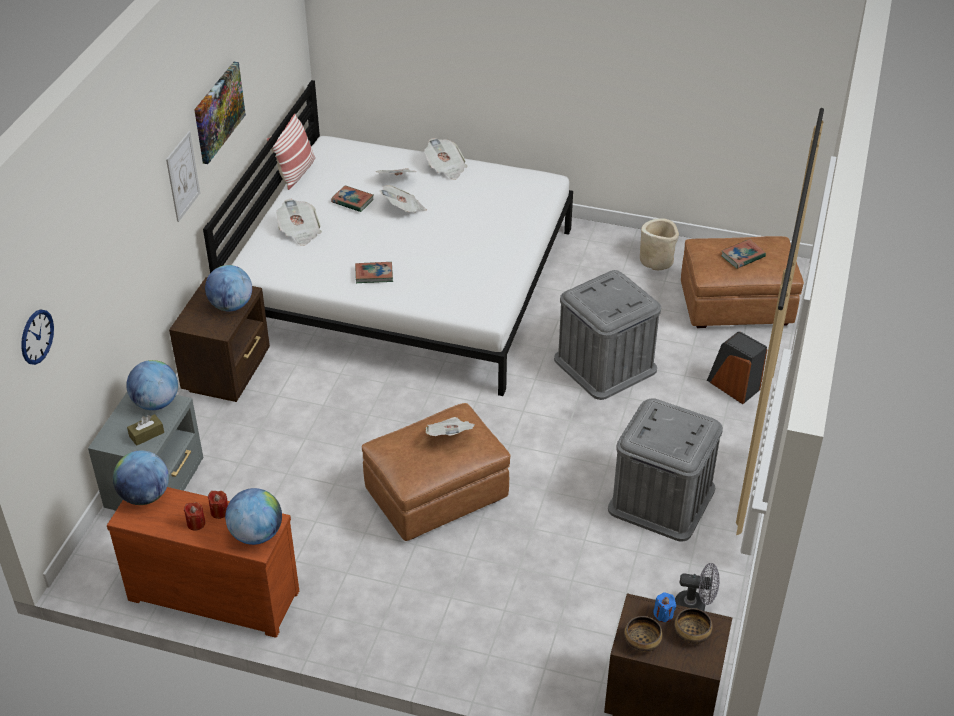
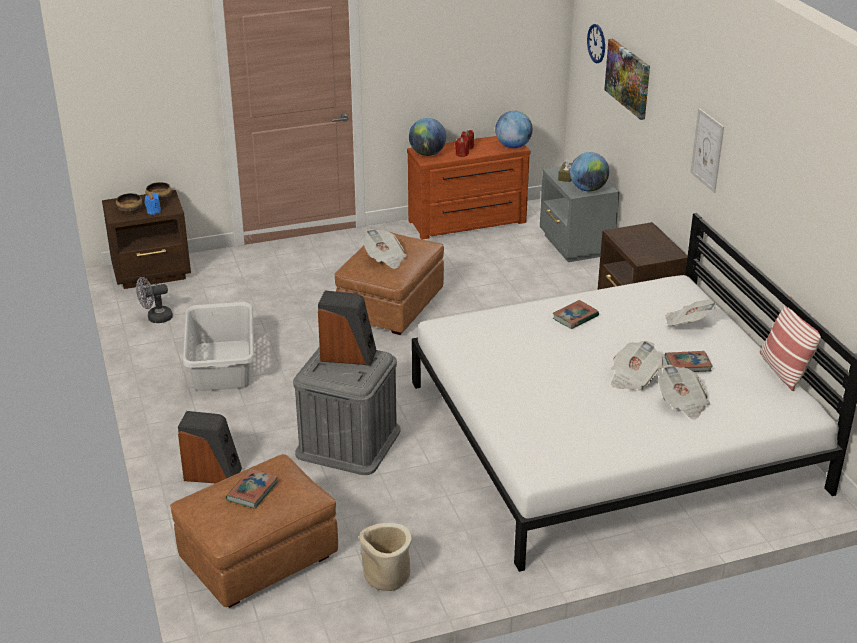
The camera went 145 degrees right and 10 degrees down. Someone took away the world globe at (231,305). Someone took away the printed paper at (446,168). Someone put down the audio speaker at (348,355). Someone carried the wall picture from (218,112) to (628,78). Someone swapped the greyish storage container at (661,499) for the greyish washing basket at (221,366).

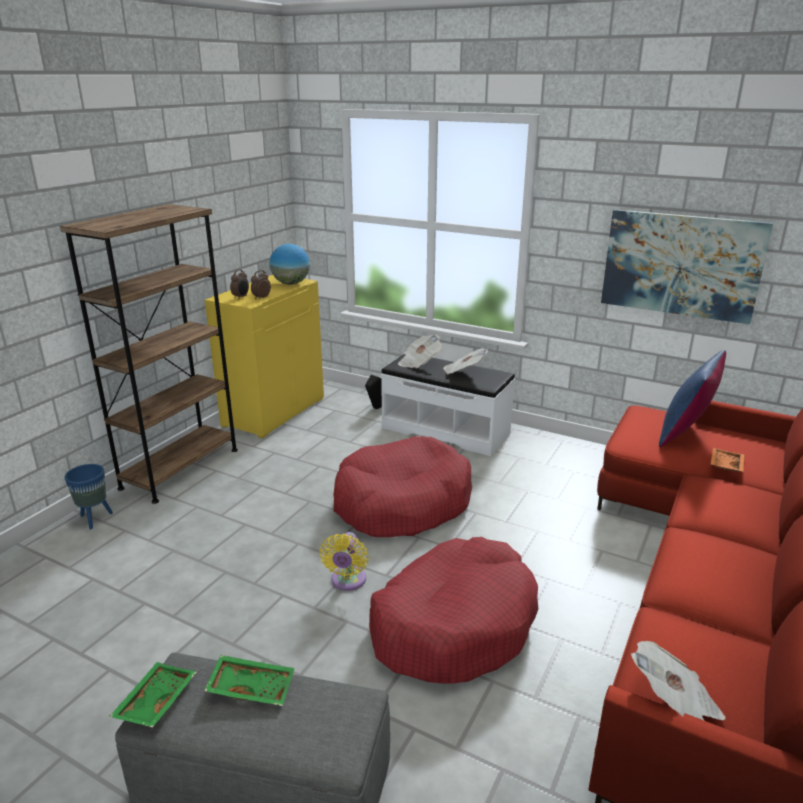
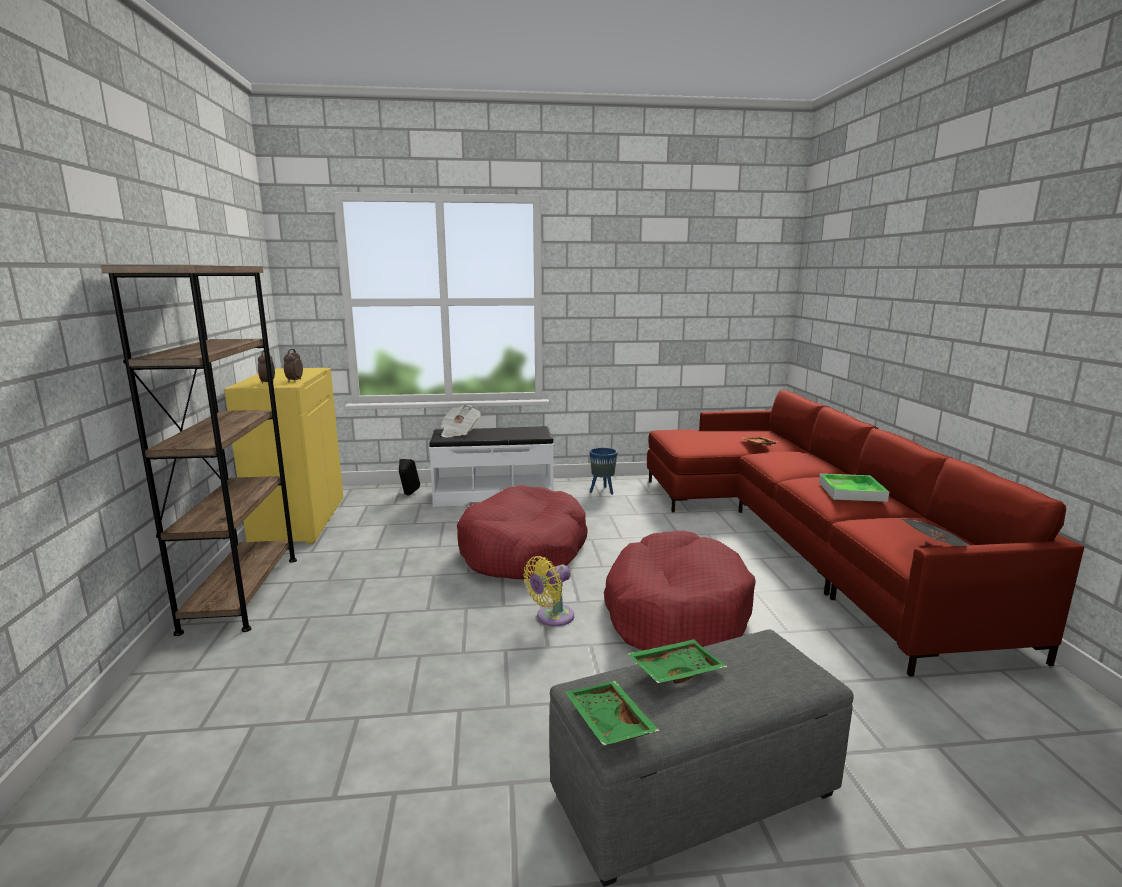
The camera went 35 degrees left and 10 degrees down. Someone took away the world globe at (291,283). Someone took away the printed paper at (463,372). Someone took away the wall picture at (681,265). Someone took away the blue pillow at (685,433). Someone put down the carrying tray at (851,491). Someone carried the blue plant pot from (95,519) to (603,491). Someone rotated the yellow fan at (347,581) by 75 degrees clockwise.

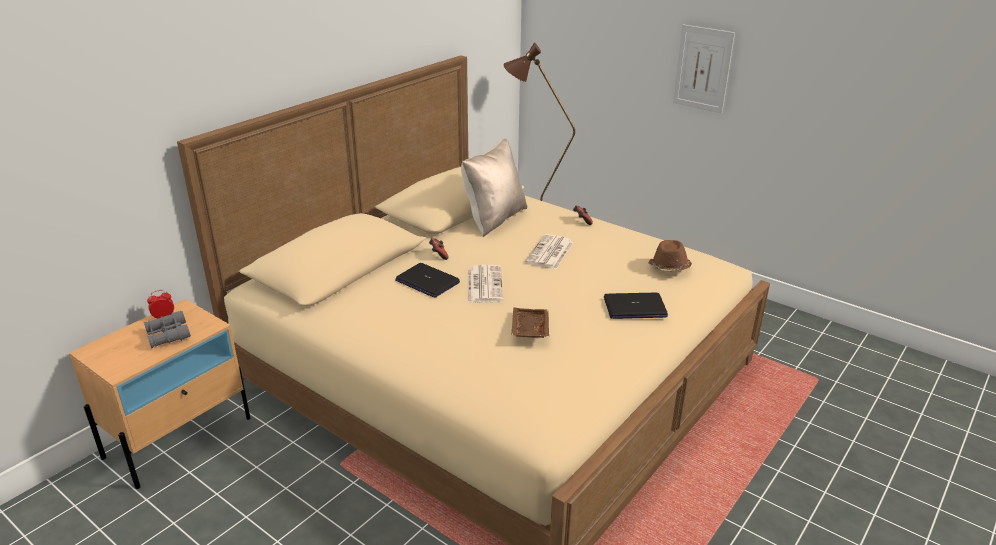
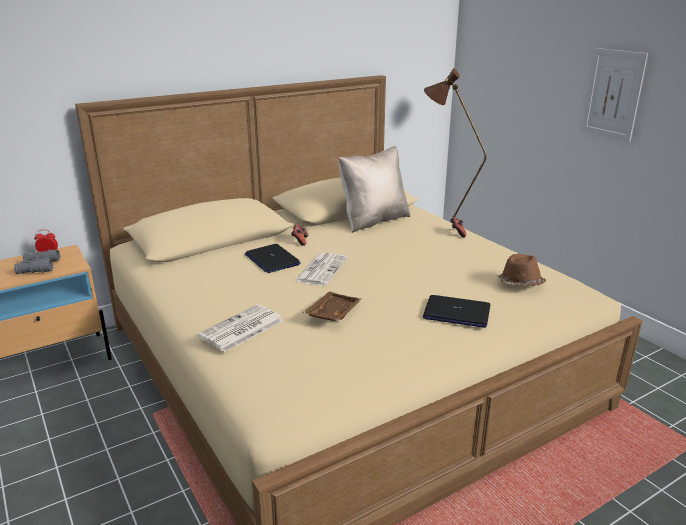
The camera went 20 degrees right and 5 degrees down. Someone carried the printed paper from (550,253) to (241,329).

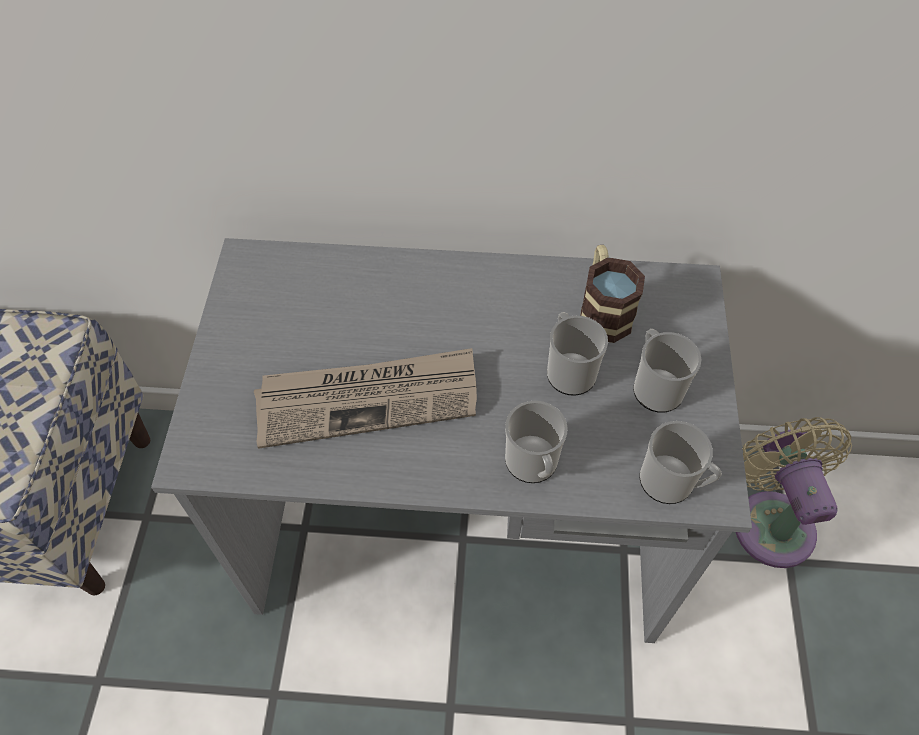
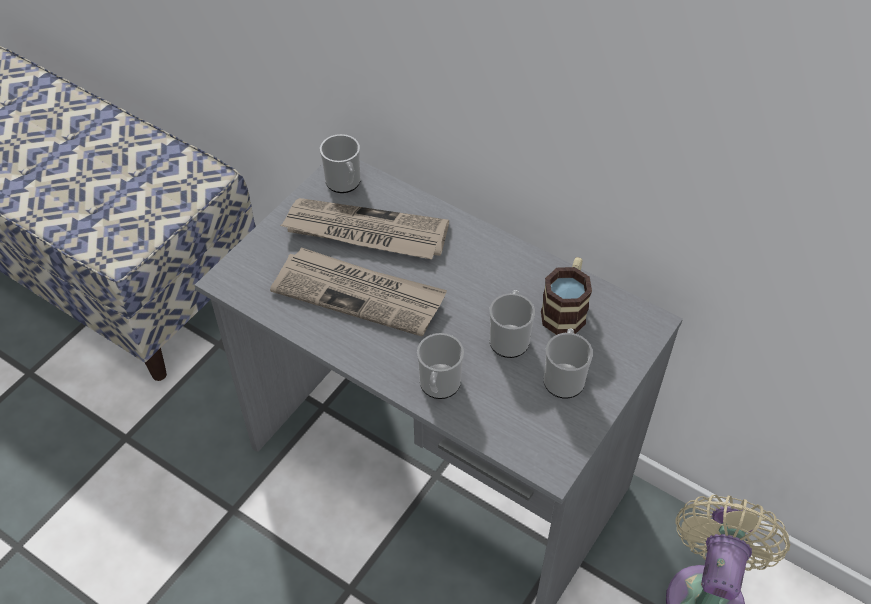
The camera went 30 degrees right and 5 degrees down. Someone put down the printed paper at (365,232). Someone carried the mug from (672,483) to (344,183).

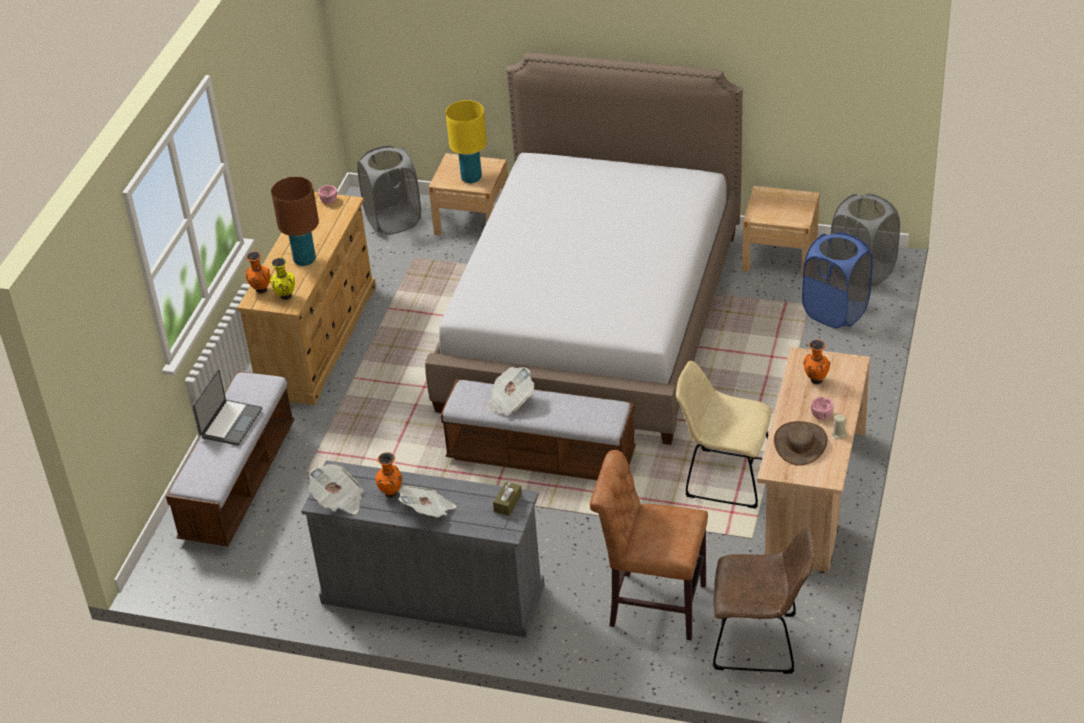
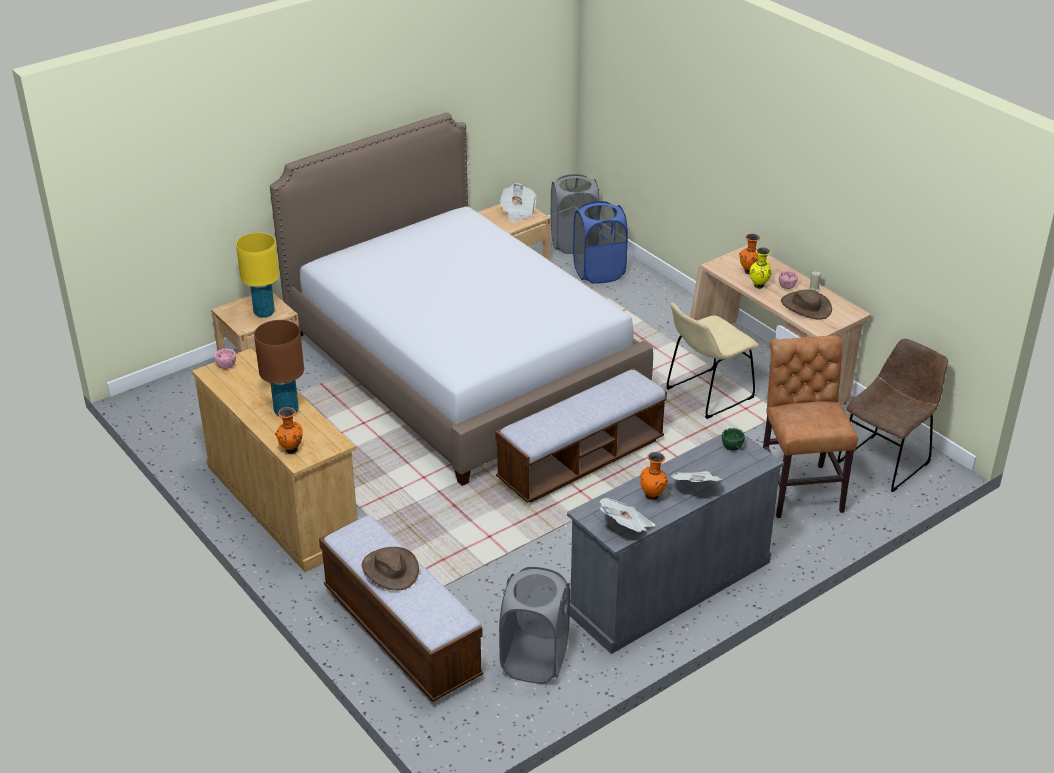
The camera went 55 degrees left and 5 degrees down. Someone carried the yellow flower vase from (285,297) to (759,286). Someone carried the greyish washing basket from (393,220) to (534,660). Someone carried the printed paper from (510,401) to (518,212). Someone swapped the portable computer at (230,423) for the brownish clothing hat at (390,570). Someone swapped the brownish tissue box at (508,503) for the green-coloured serving bowl at (731,446). Someone rotated the brownish upright chair at (652,604) by 120 degrees clockwise.

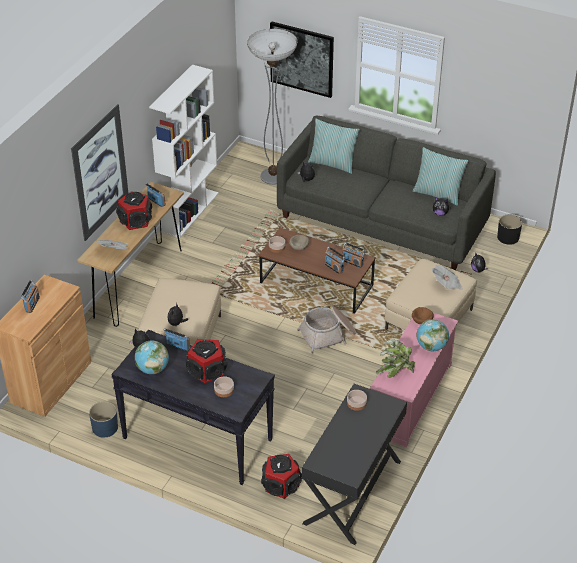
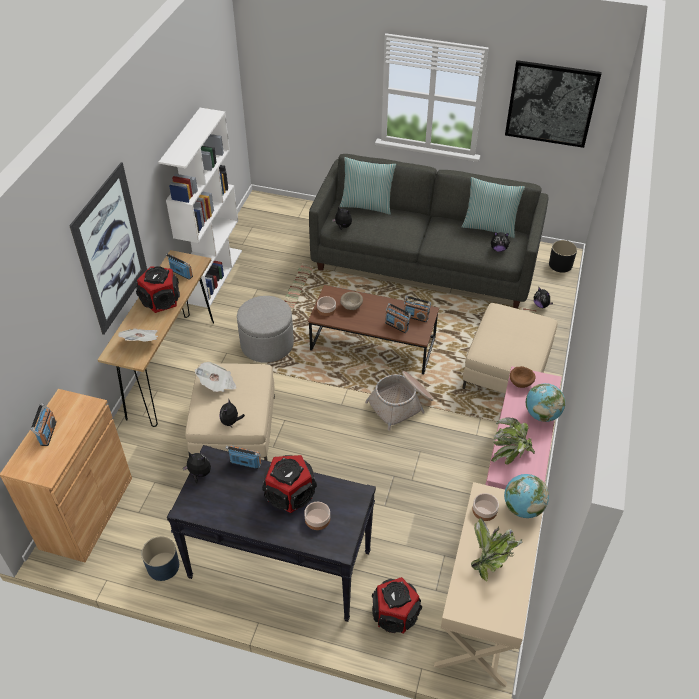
The camera went 10 degrees left and 5 degrees up. Someone took away the standing lamp at (273,176). Someone put down the greyish ottoman at (267,344). Someone put down the plant in a pot at (491,559). Someone carried the world globe from (152,369) to (522,508). Someone carried the wall picture from (302,59) to (551,104). Someone carried the printed paper from (447,284) to (217,384). Someone repainted the black-coloured desk unit at (353,492), which became the sand-coloured desk unit at (483,610).

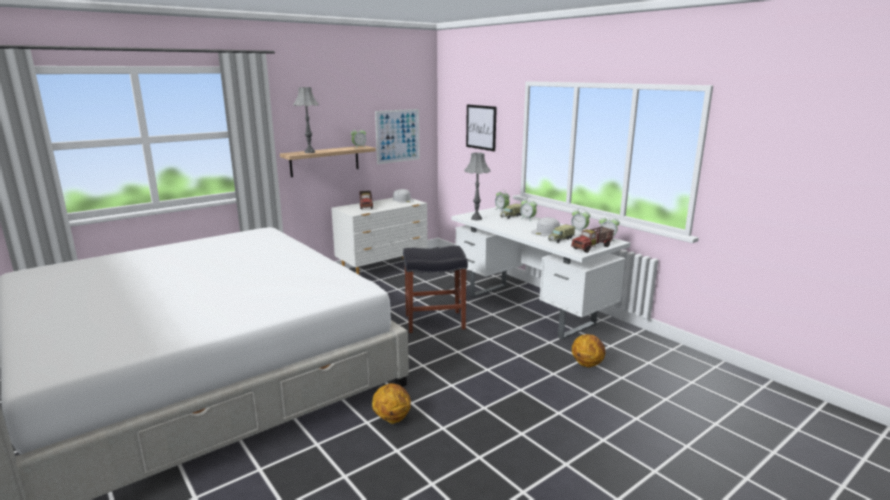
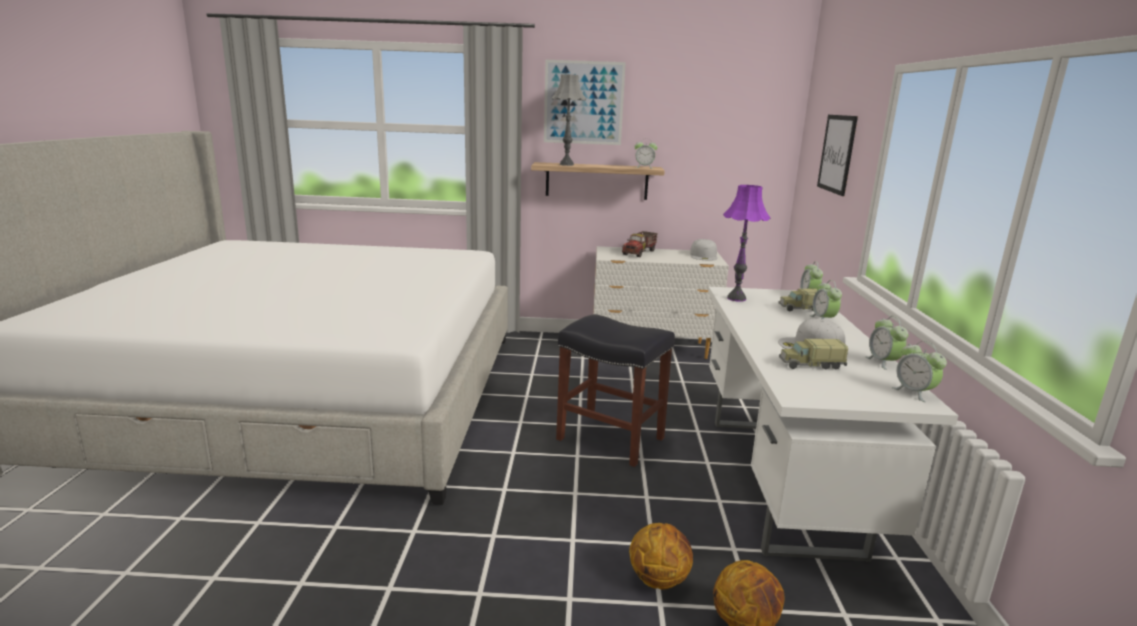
The camera went 40 degrees right and 0 degrees up. Someone took away the toy truck at (592,247). Someone carried the basketball from (392,418) to (659,579). Someone carried the wall picture from (397,136) to (583,103). Someone repainted the greyish table lamp at (476,219), which became the purple table lamp at (736,298).

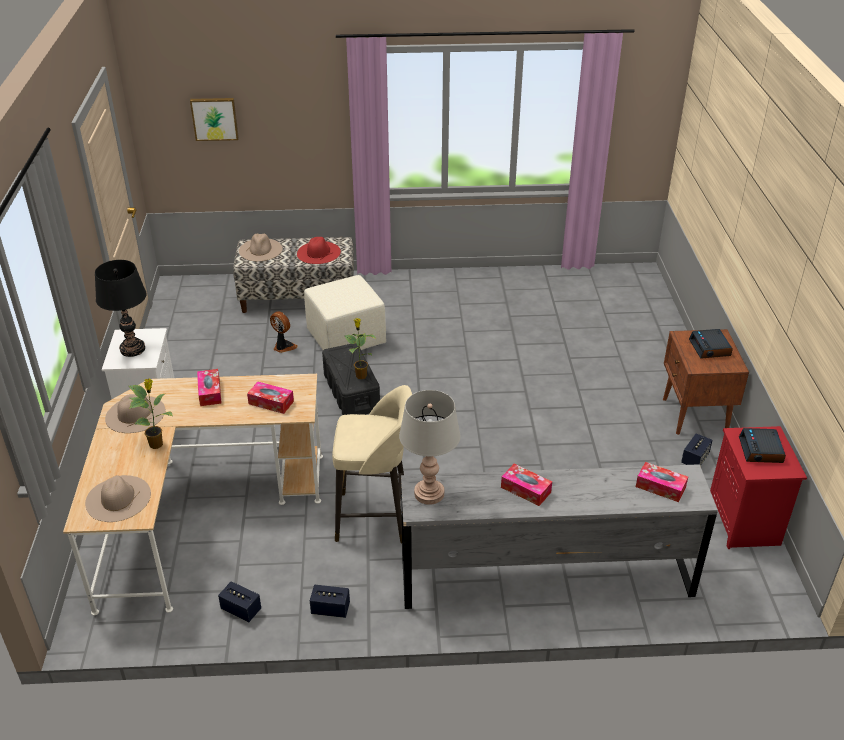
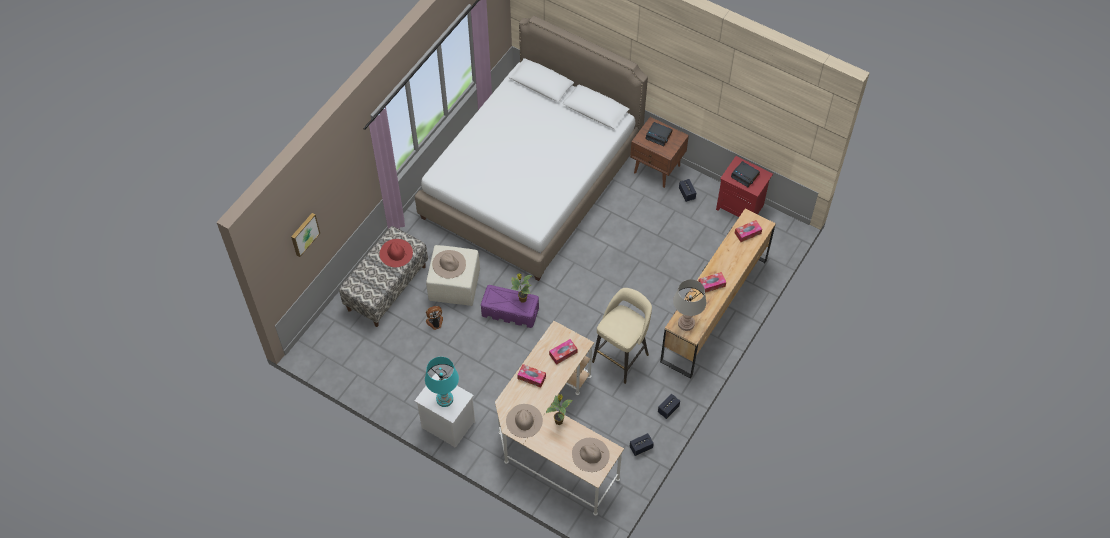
The camera went 55 degrees left and 20 degrees up. Someone put down the whitish sleeping bed at (532,181). Someone carried the sand-coloured clothing hat from (260,249) to (449,264). Someone repainted the black-coloured table lamp at (132,349), which became the blue-green table lamp at (444,399). Someone repainted the black-coloured storage container at (351,393), which became the purple storage container at (510,312). Someone repainted the greyish drawer chest at (546,578), which became the brownish drawer chest at (714,310).

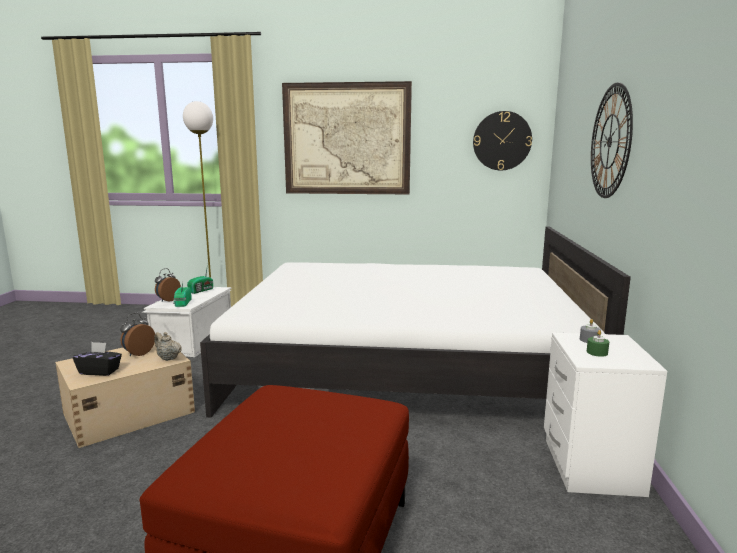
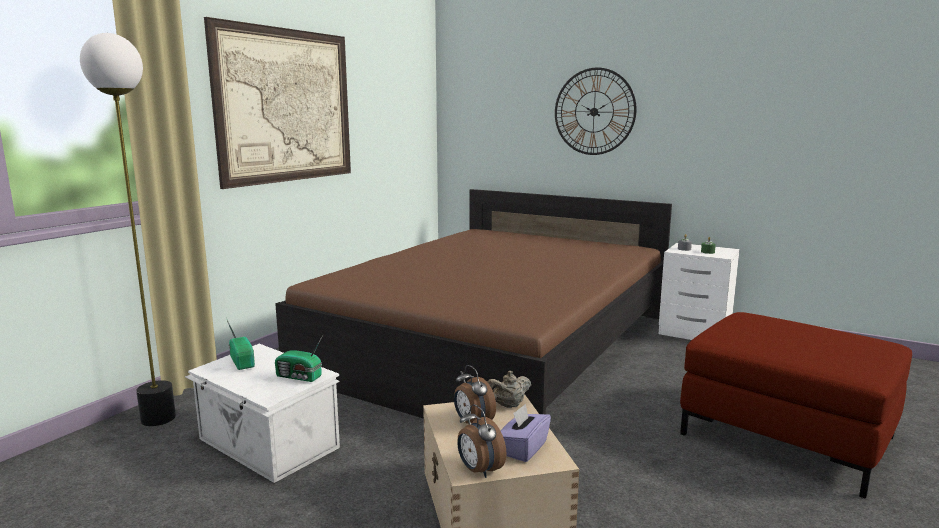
The camera went 65 degrees left and 0 degrees up. Someone took away the hanging clock at (502,141). Someone carried the bedside clock from (167,300) to (479,470). Someone repainted the black-coloured tissue box at (100,371), which became the purple tissue box at (523,449). Someone repainted the whitish sleeping bed at (406,365), which became the brownish sleeping bed at (494,344).

